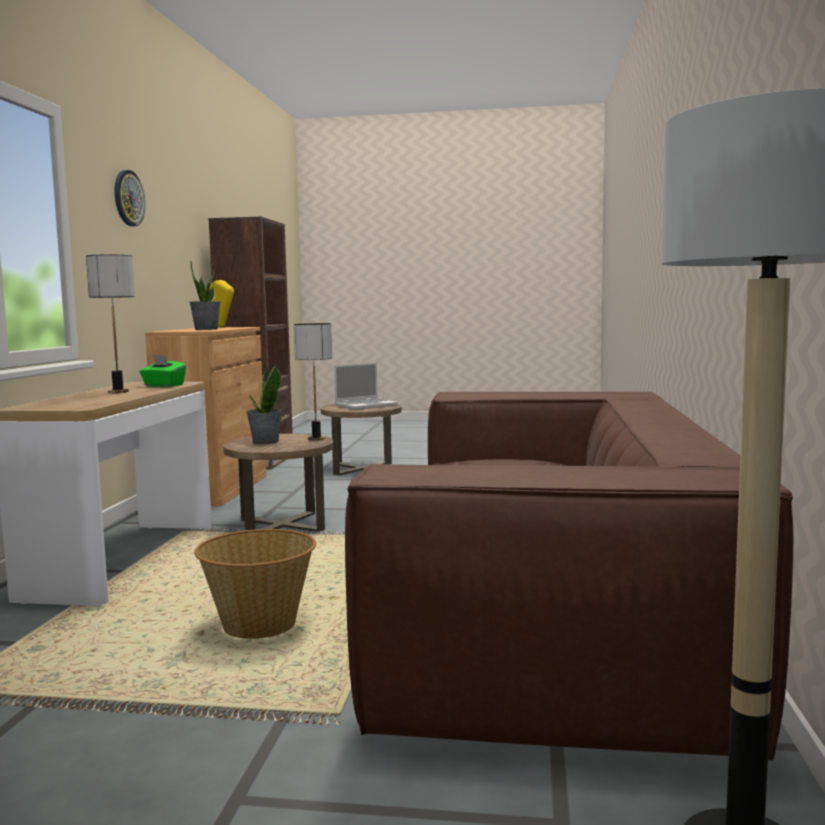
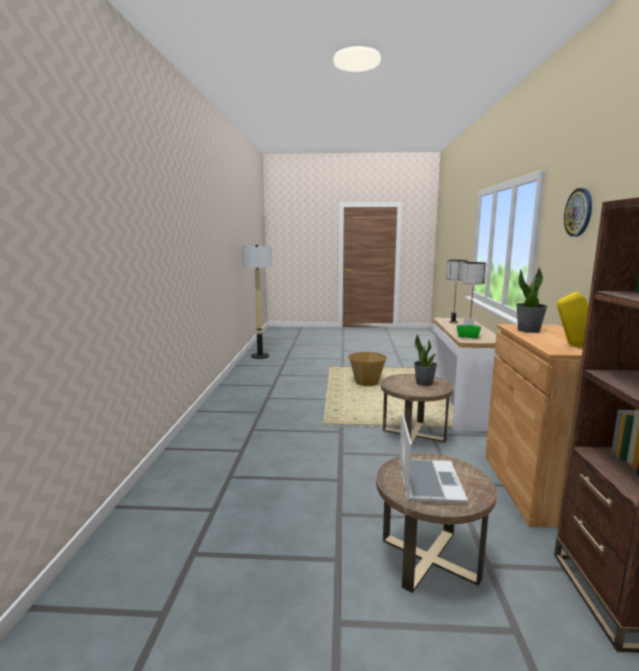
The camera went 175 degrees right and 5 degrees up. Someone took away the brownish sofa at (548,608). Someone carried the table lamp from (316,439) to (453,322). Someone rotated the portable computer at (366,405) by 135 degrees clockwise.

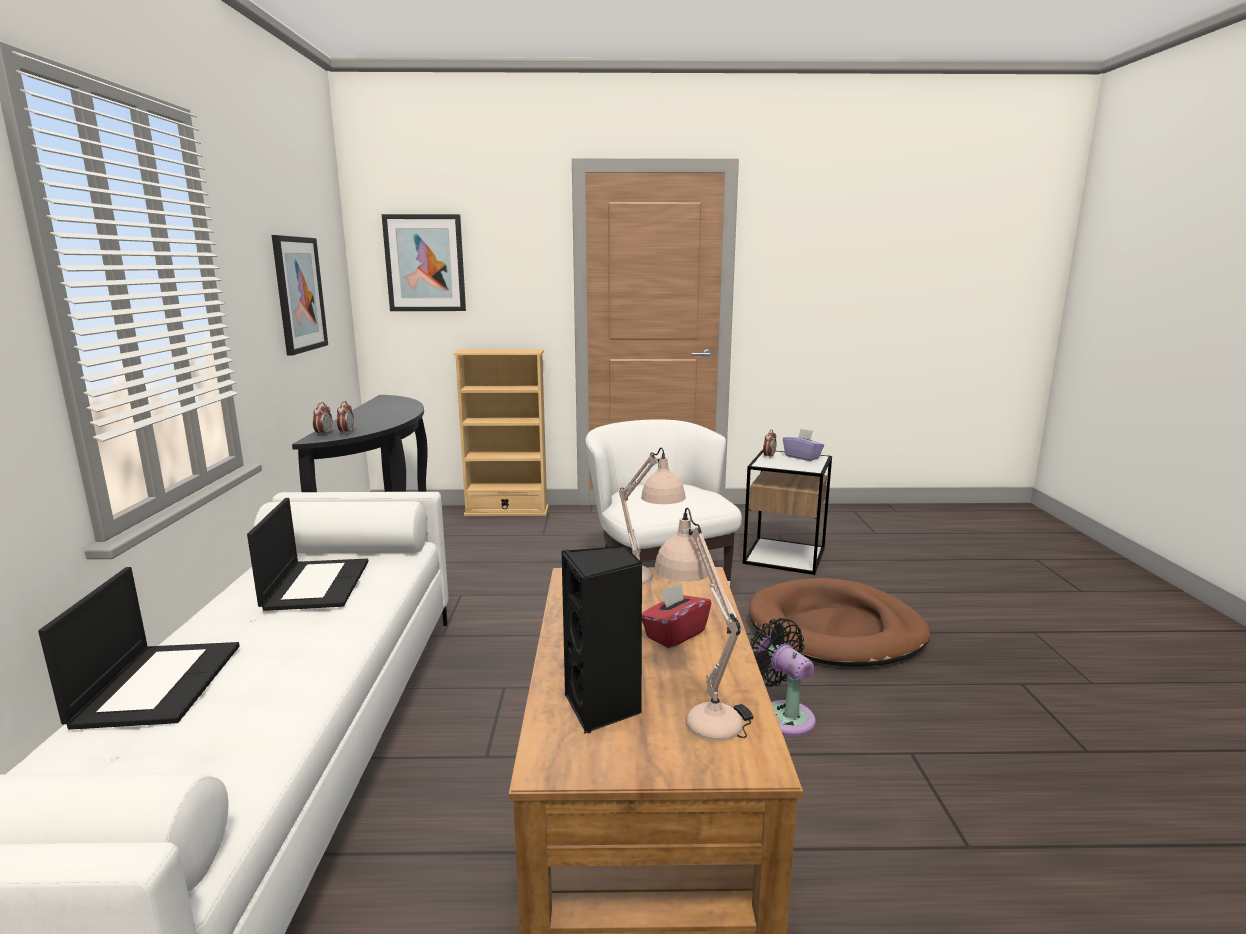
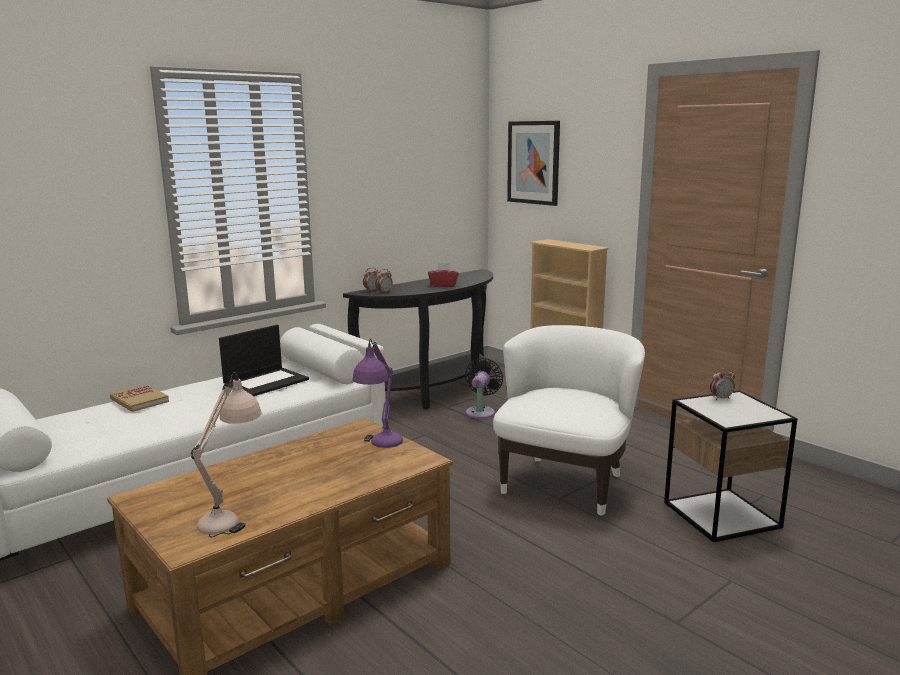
The camera went 50 degrees right and 0 degrees up. Someone took away the wall picture at (299,294). Someone took away the black-coloured audio speaker at (603,708). Someone took away the brownish dog cushion at (835,629). Someone took away the purple tissue box at (802,457). Someone carried the red-coloured tissue box from (674,634) to (443,285). Someone carried the black-coloured fan from (783,715) to (481,412). Someone swapped the portable computer at (158,683) for the book at (139,400). Someone repainted the sand-coloured table lamp at (645,584), which became the purple table lamp at (379,448).

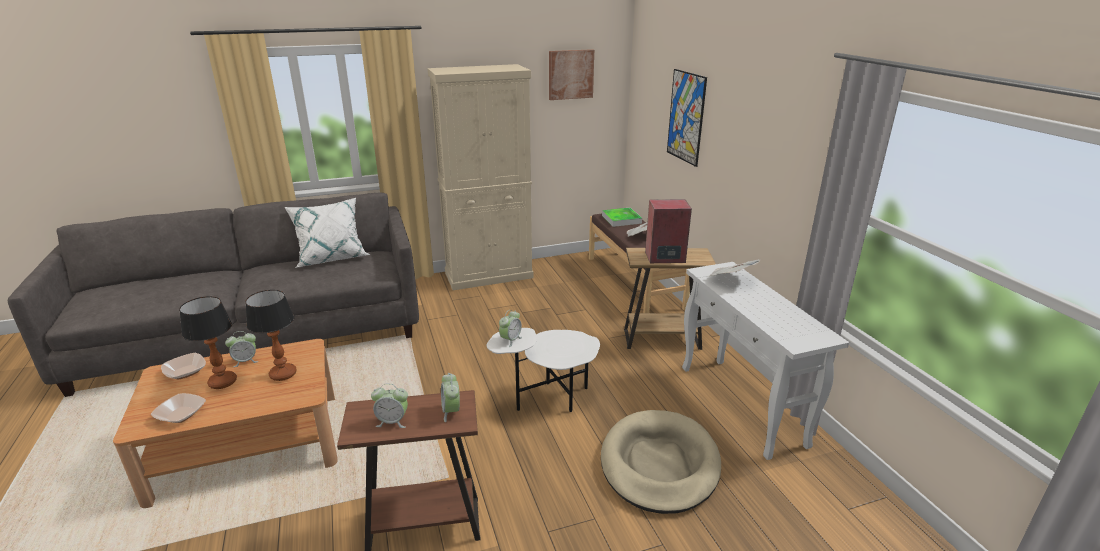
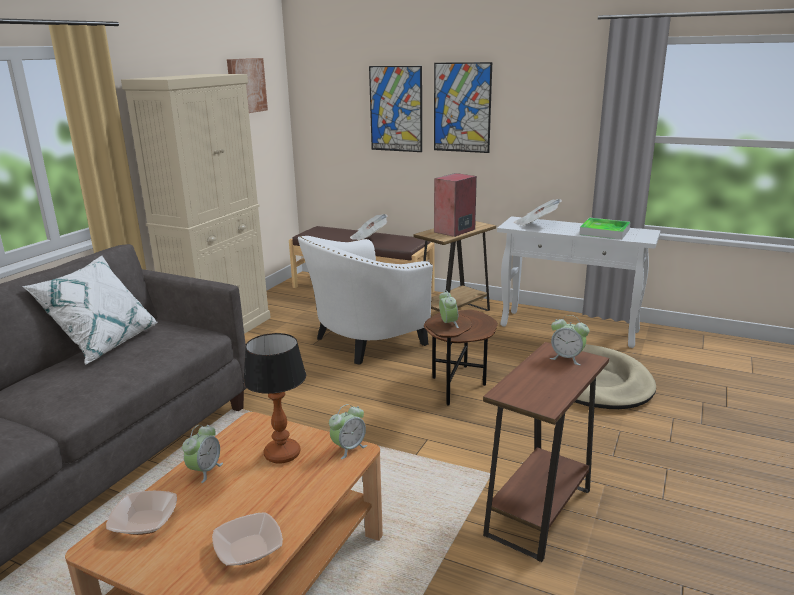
The camera went 45 degrees left and 5 degrees down. Someone took away the table lamp at (222,382). Someone put down the whitish easy chair at (363,342). Someone put up the wall picture at (462,108). Someone carried the bedside clock from (392,421) to (348,448). Someone carried the carrying tray from (621,219) to (604,232). Someone repainted the whitish accent table at (549,400), which became the brownish accent table at (456,387).

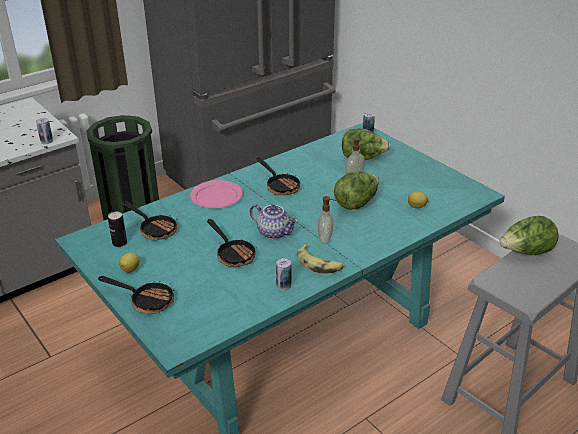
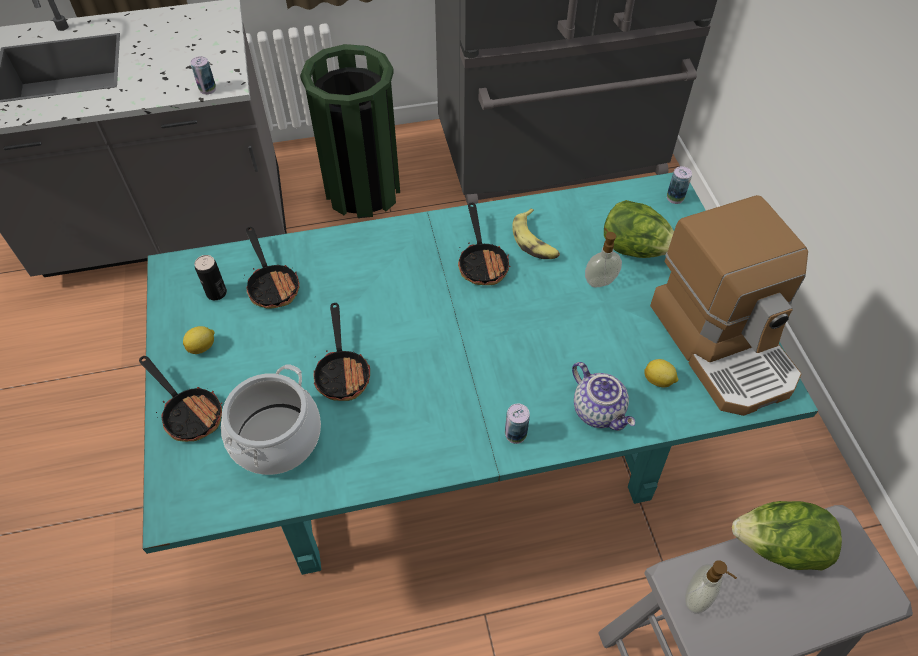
The camera went 25 degrees right and 20 degrees up. Someone took away the pinkish dinner plate at (216,197). Someone took away the lettuce head at (356,203). Someone put down the stockpot at (275,438). Someone put down the coffee maker at (723,344). Someone carried the teapot from (274,232) to (599,410). Someone carried the metal can from (283,286) to (515,434). Someone carried the banana from (319,264) to (535,241). Someone carried the liquid soap bottle from (326,239) to (697,597).

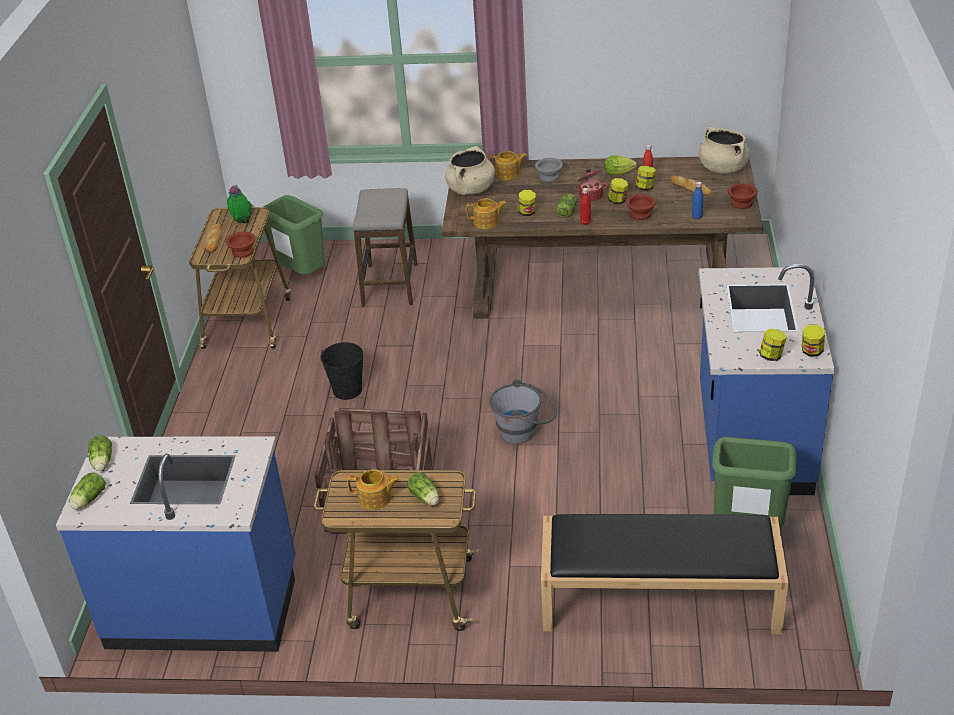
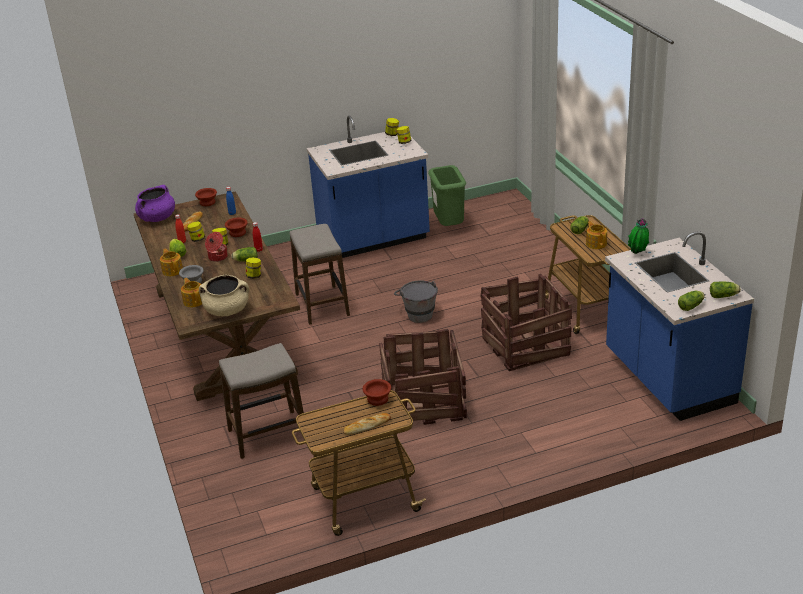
The camera went 115 degrees left and 5 degrees down. Someone took away the green-coloured trash can at (301,275). Someone took away the black-coloured bench at (658,599). Someone put down the stool at (322,305). Someone carried the plant in a pot from (242,223) to (637,254). Someone carried the teapot from (487,222) to (172,270). Someone swapped the black-coloured water bucket at (347,390) for the packing crate at (422,403). Someone repainted the sand-coloured stockpot at (722,168), which became the purple stockpot at (157,218).

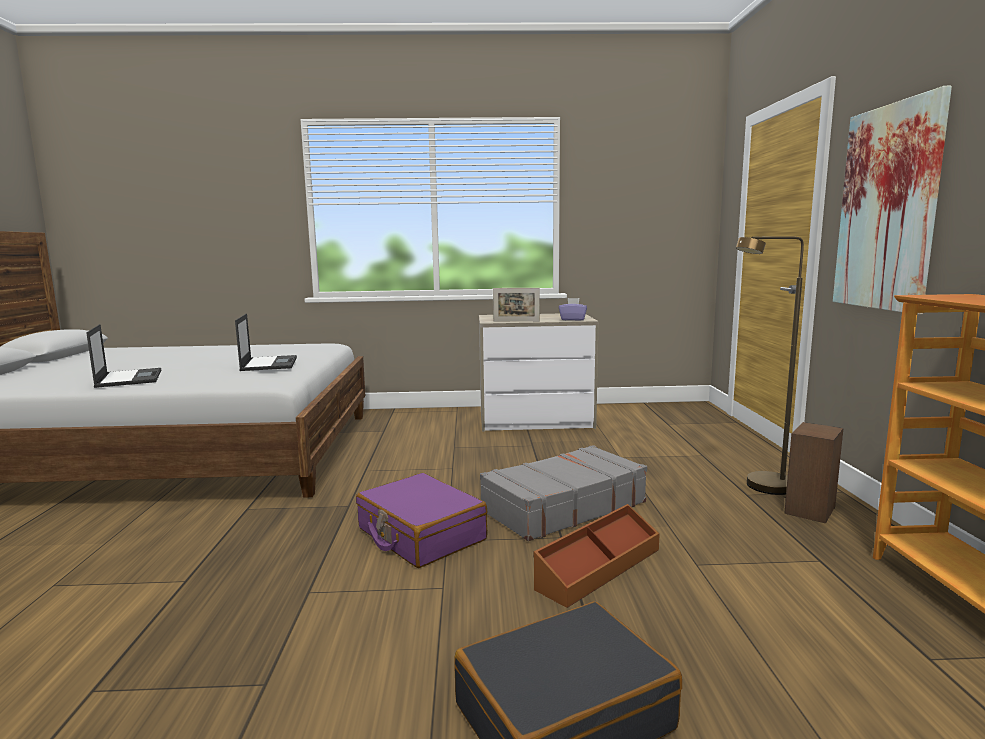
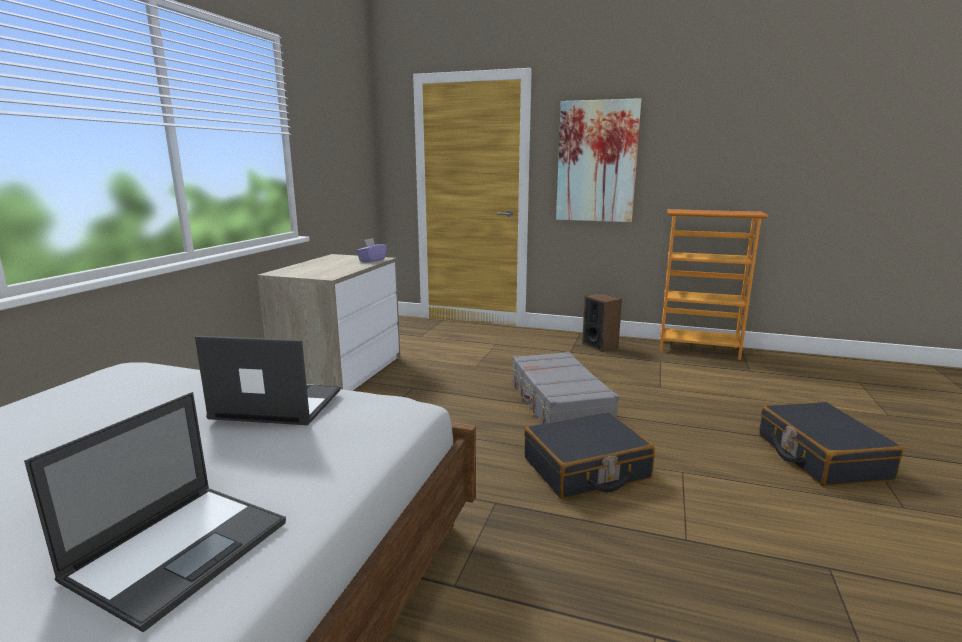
The camera went 70 degrees left and 5 degrees up. Someone took away the picture frame at (516,321). Someone took away the brownish storage container at (598,568). Someone took away the brownish standing lamp at (761,488). Someone repainted the purple suitcase at (420,535), which became the black-coloured suitcase at (586,469). Someone rotated the portable computer at (129,378) by 120 degrees clockwise.

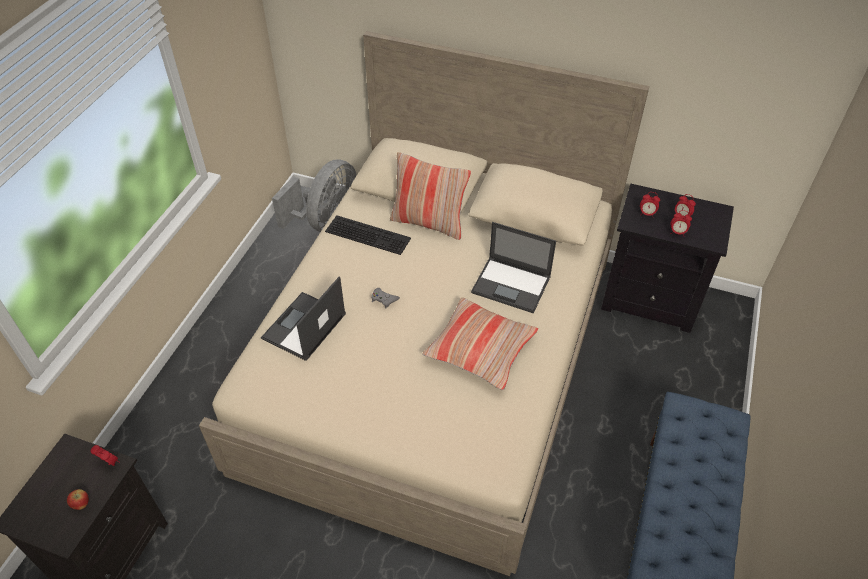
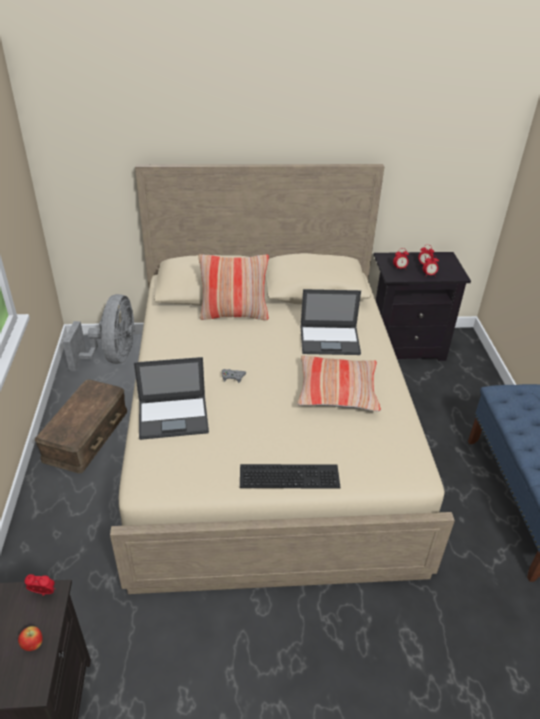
The camera went 25 degrees left and 10 degrees down. Someone put down the brownish storage container at (87,435). Someone carried the PC keyboard from (369,234) to (290,475). Someone rotated the portable computer at (303,327) by 105 degrees counterclockwise.

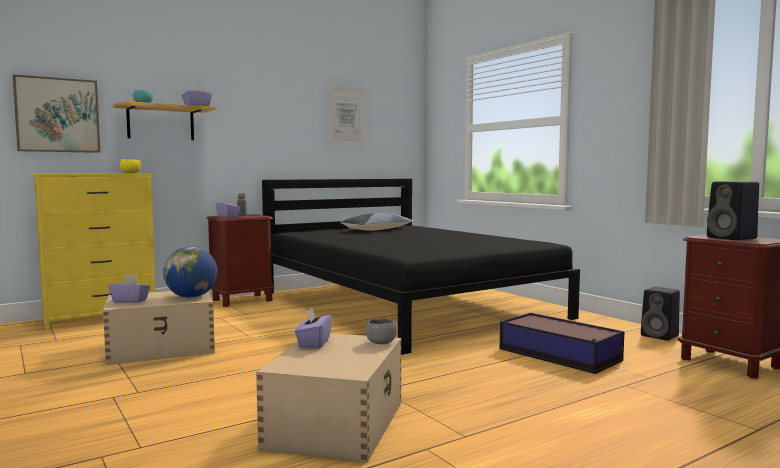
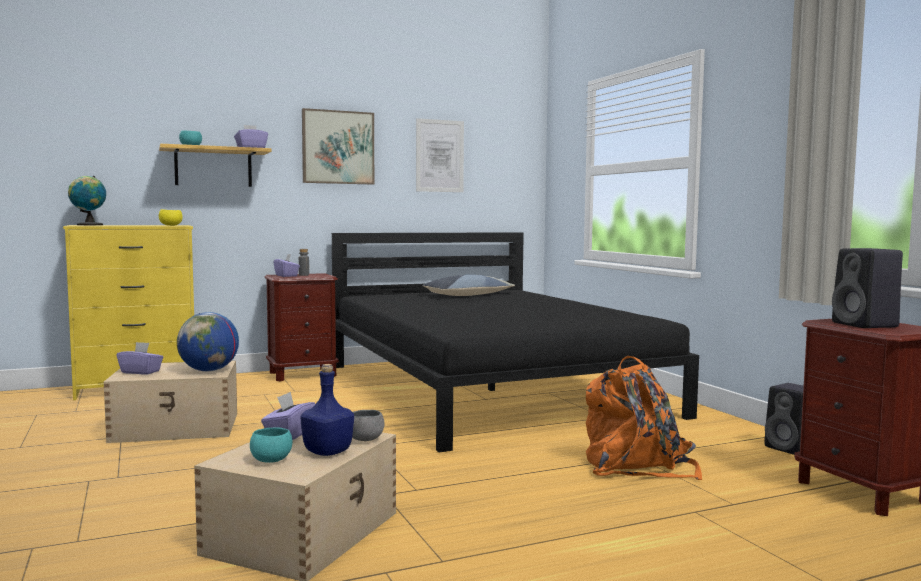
The camera went 10 degrees right and 0 degrees up. Someone put down the world globe at (88,225). Someone put down the blue-green serving bowl at (271,460). Someone put down the blue drink bottle at (328,452). Someone carried the wall picture from (57,115) to (338,147). Someone swapped the storage container at (560,355) for the orange knapsack at (637,466).

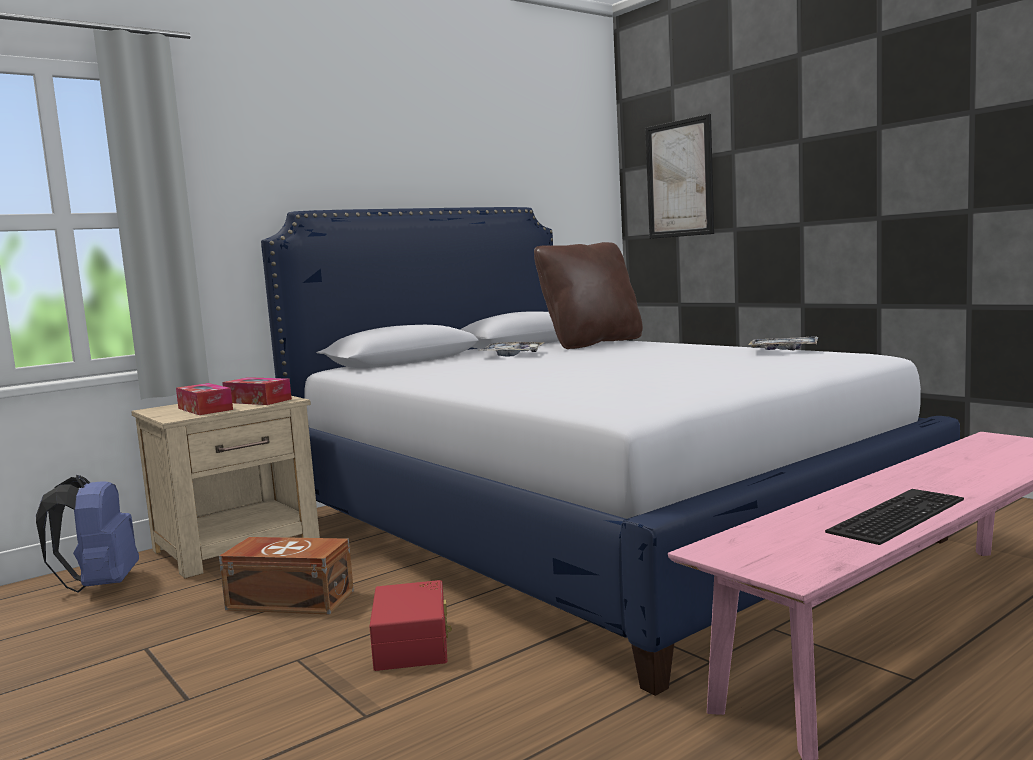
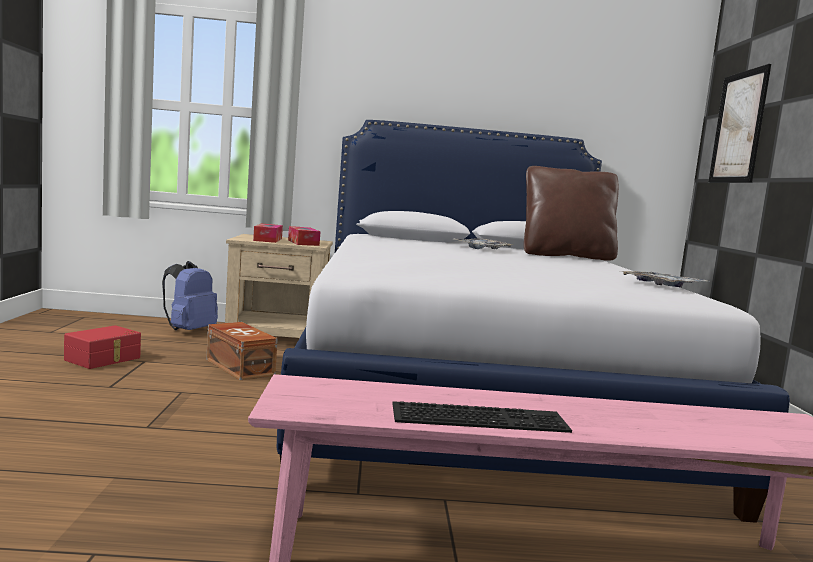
The camera went 35 degrees right and 0 degrees up. Someone carried the red-coloured storage container from (414,643) to (104,359).

